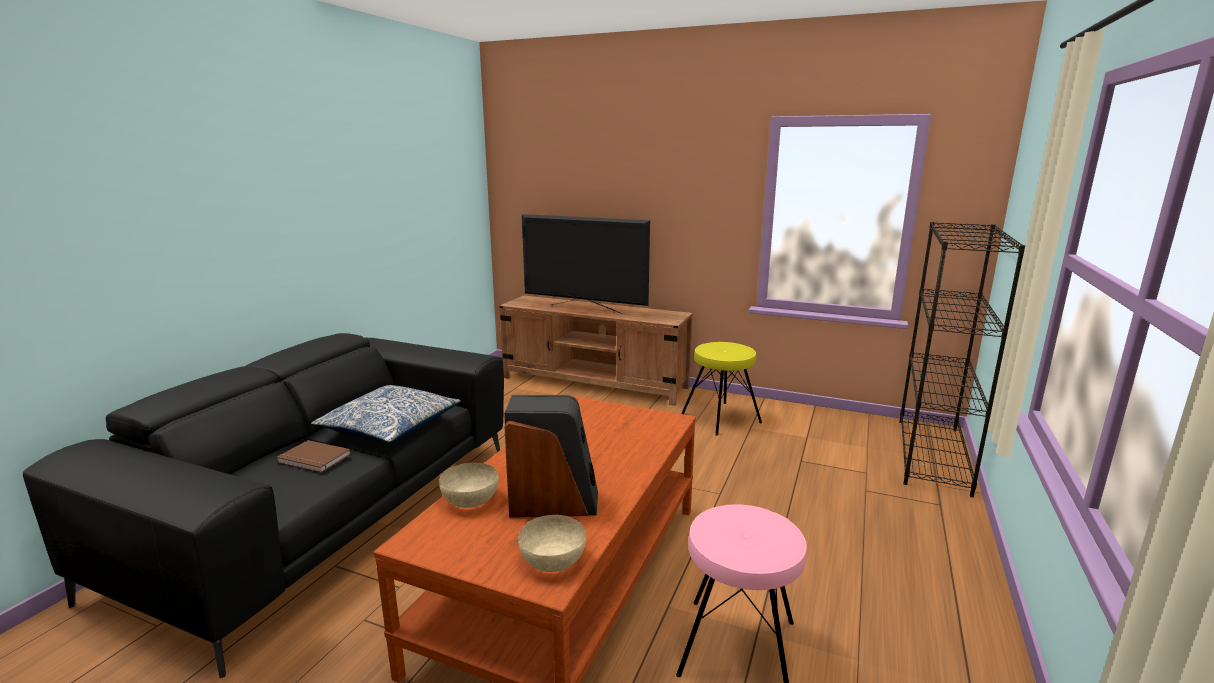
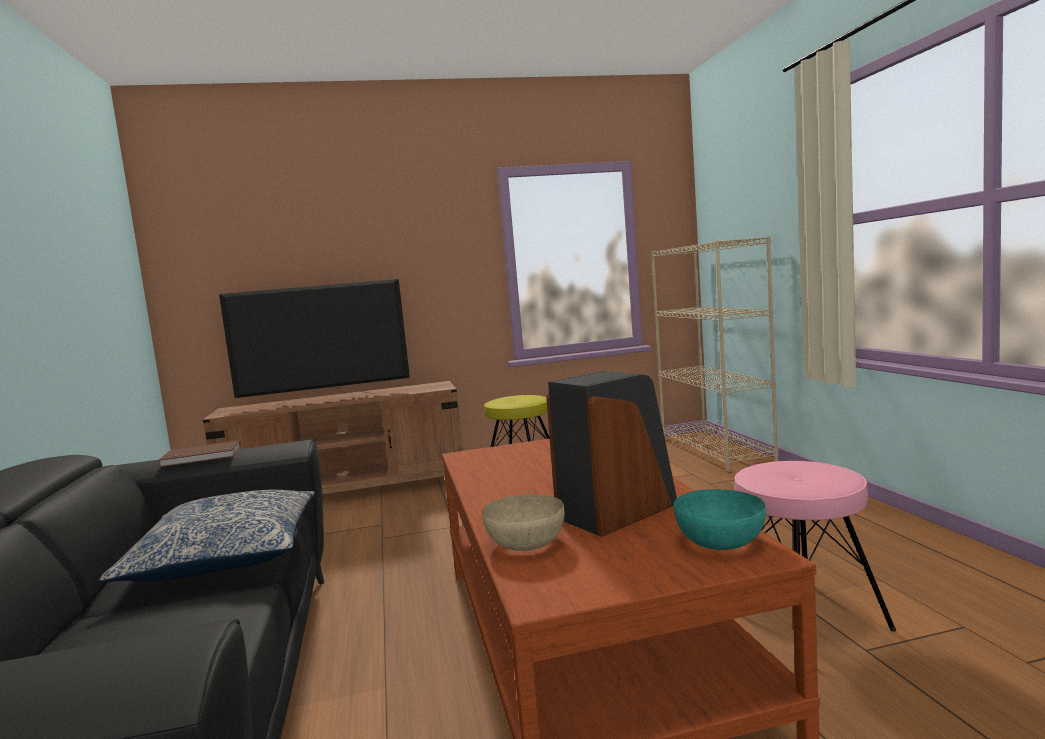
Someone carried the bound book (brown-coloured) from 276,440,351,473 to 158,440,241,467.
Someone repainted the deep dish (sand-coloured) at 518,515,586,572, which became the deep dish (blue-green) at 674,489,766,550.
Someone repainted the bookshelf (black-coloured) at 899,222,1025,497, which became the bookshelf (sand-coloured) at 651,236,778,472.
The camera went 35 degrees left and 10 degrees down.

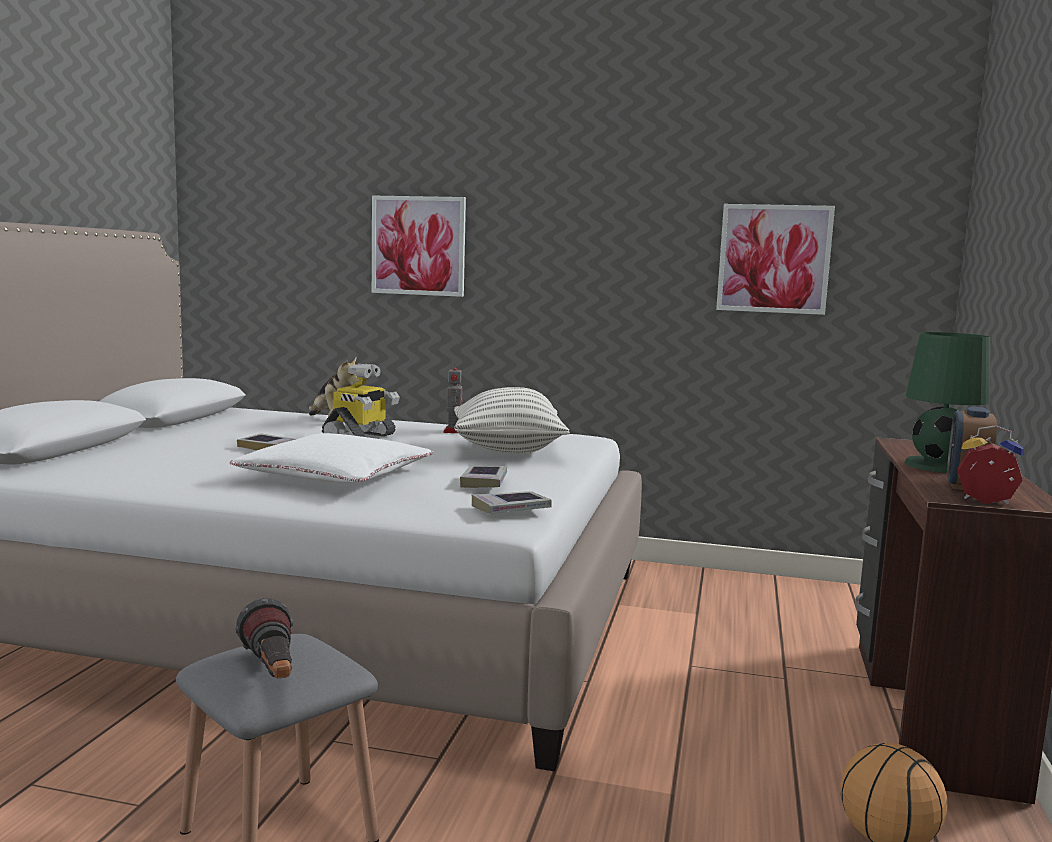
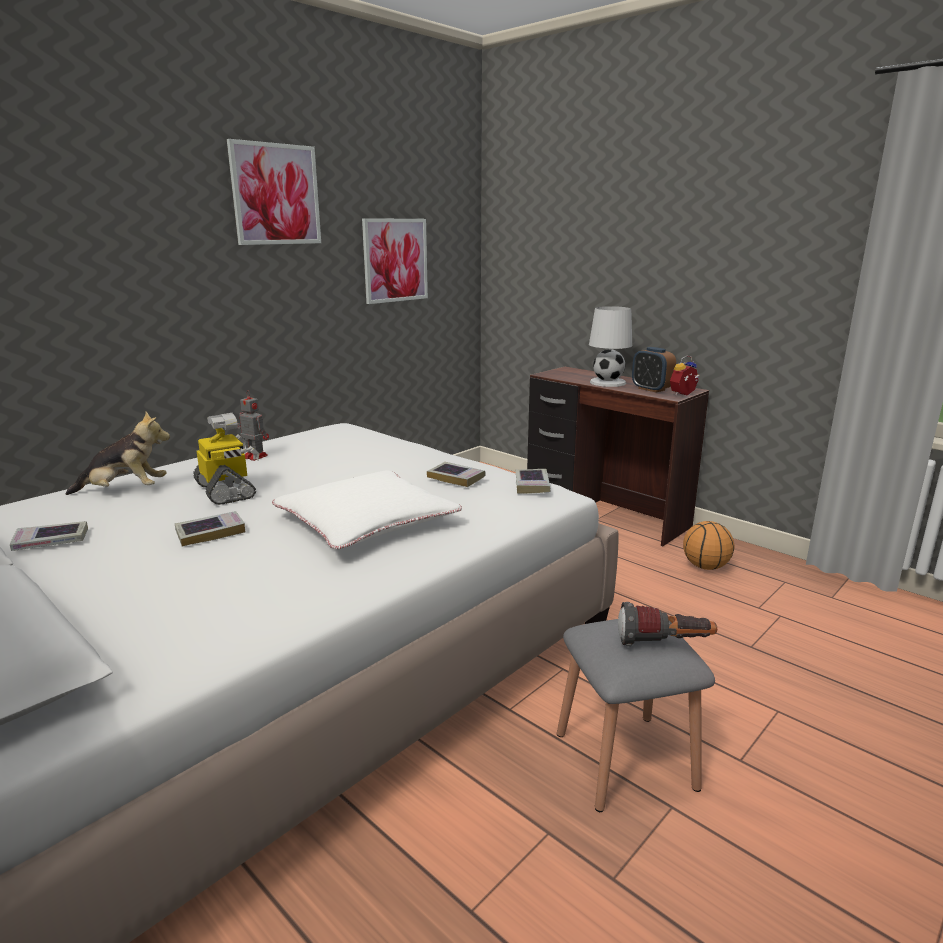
Someone carried the wall art from 372,195,466,297 to 227,139,321,245.
Someone took away the cushion at 454,387,570,454.
Someone repainted the table lamp (green-coloured) at 904,332,990,473, which became the table lamp (whitish) at 589,306,632,387.
Someone put down the bound book at 10,521,88,551.
The camera went 60 degrees left and 10 degrees up.

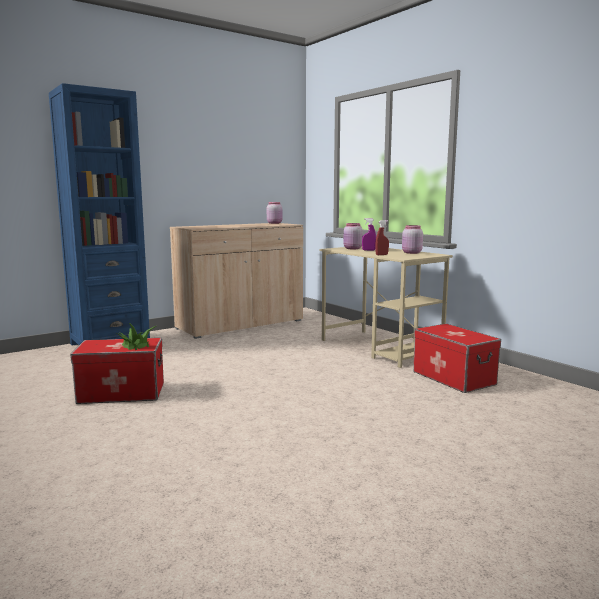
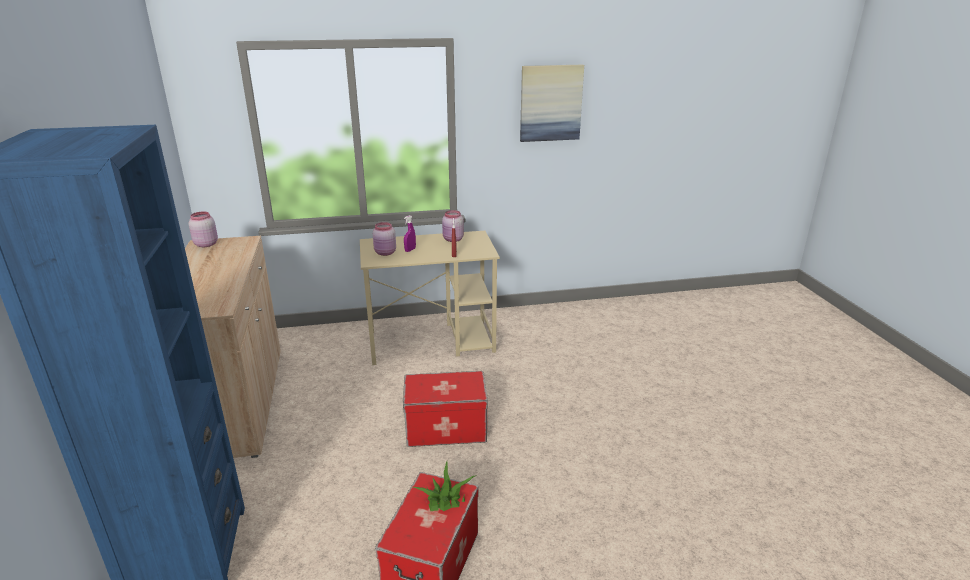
Someone carried the storage box from 413,324,501,393 to 403,371,488,447.
Someone put up the wall art at 520,65,584,142.
The camera went 65 degrees left and 15 degrees up.

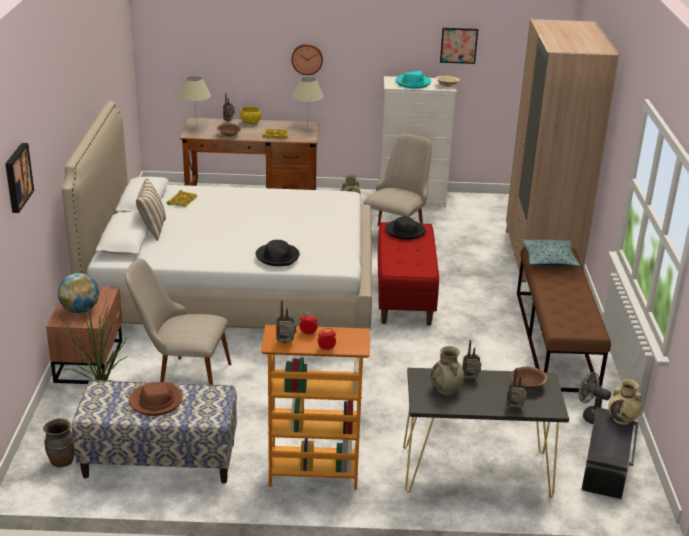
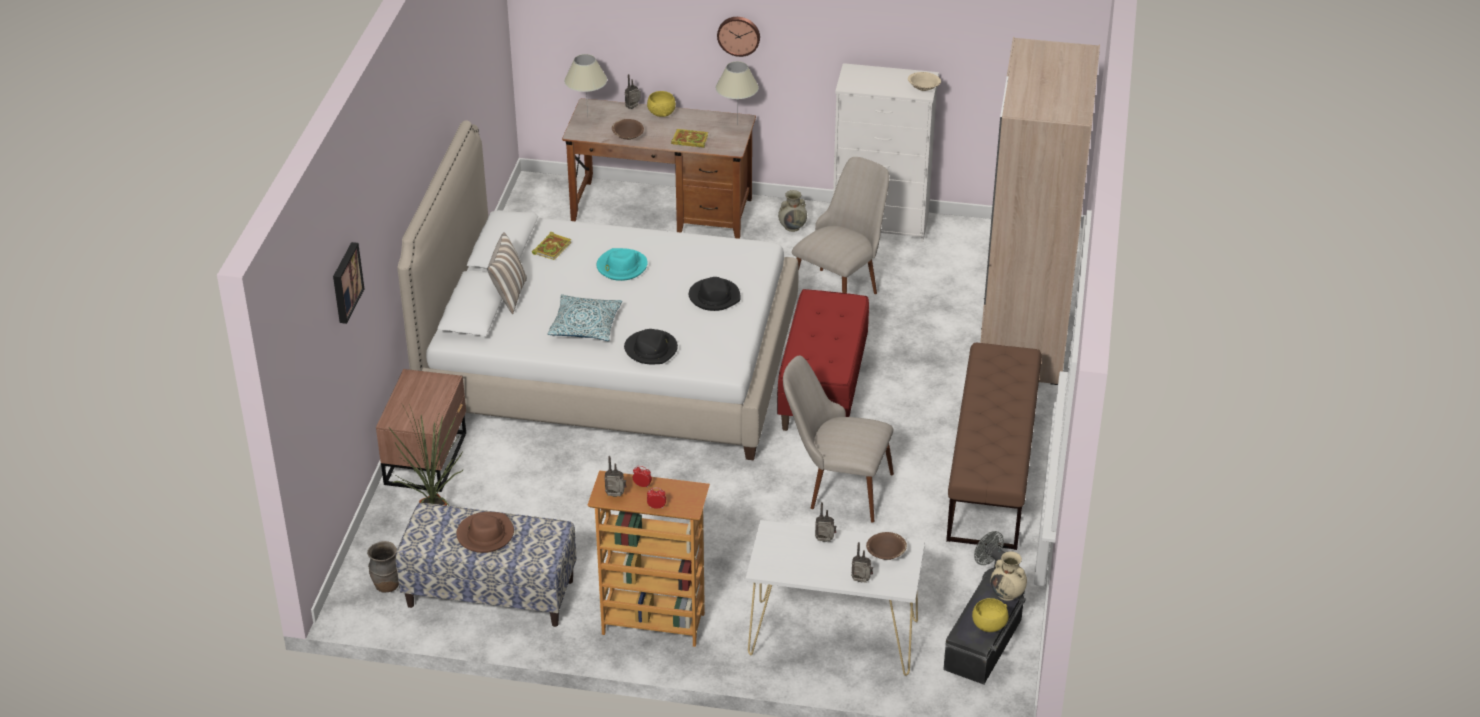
Someone took away the globe at 58,273,99,313.
Someone carried the upright chair (sand-coloured) from 125,259,231,385 to 783,356,894,523.
Someone carried the wearable hat (black-coloured) from 385,216,426,240 to 689,277,741,311.
Someone carried the wearable hat (blue-green) from 396,71,431,89 to 597,248,648,281.
Someone repainted the narrow table (black-coloured) at 403,368,569,498, which became the narrow table (whitish) at 746,520,925,676.
Someone took away the vase (sand-coloured) at 431,346,465,395.
Someone took away the wall art at 440,28,478,64.
Someone carried the cushion from 521,239,580,266 to 548,294,622,341.
Someone put down the deep dish (yellow) at 972,598,1008,632.
The camera went 10 degrees right and 10 degrees up.

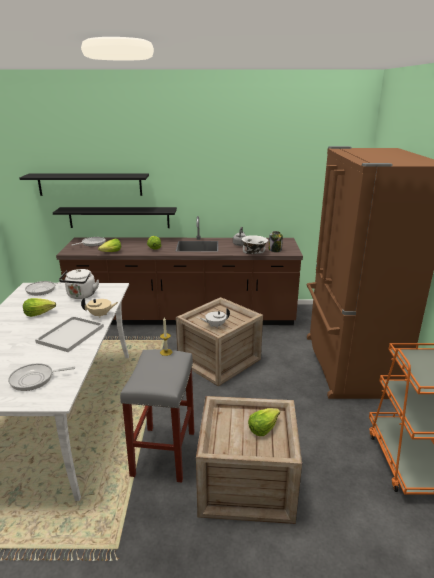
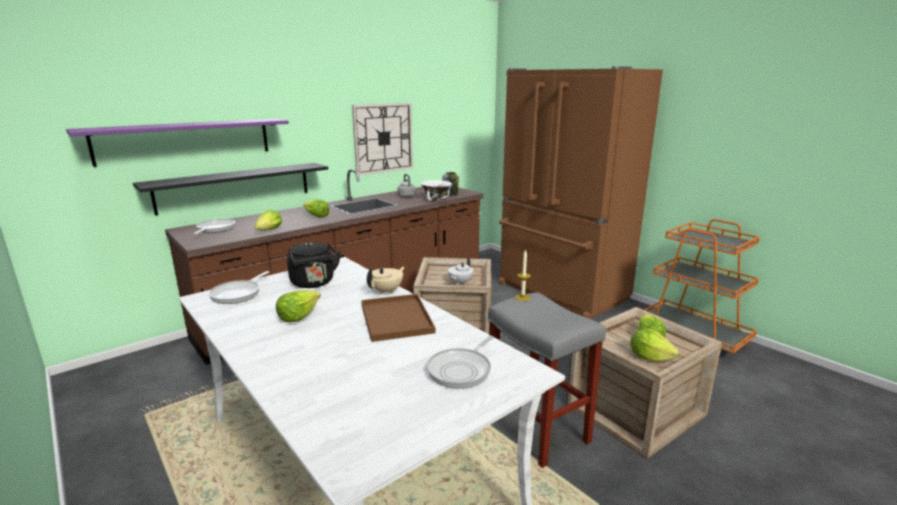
Someone repainted the wall shelf (black-coloured) at 19,174,149,196, which became the wall shelf (purple) at 66,118,289,167.
Someone repainted the carrying tray (whitish) at 35,316,104,352, which became the carrying tray (brown-coloured) at 361,294,436,342.
Someone repainted the tea kettle (whitish) at 59,269,99,299, which became the tea kettle (black-coloured) at 287,242,341,288.
Someone put up the clock on the wall at 352,103,413,176.
Someone put down the head of lettuce at 630,328,680,362.
The camera went 40 degrees left and 5 degrees down.

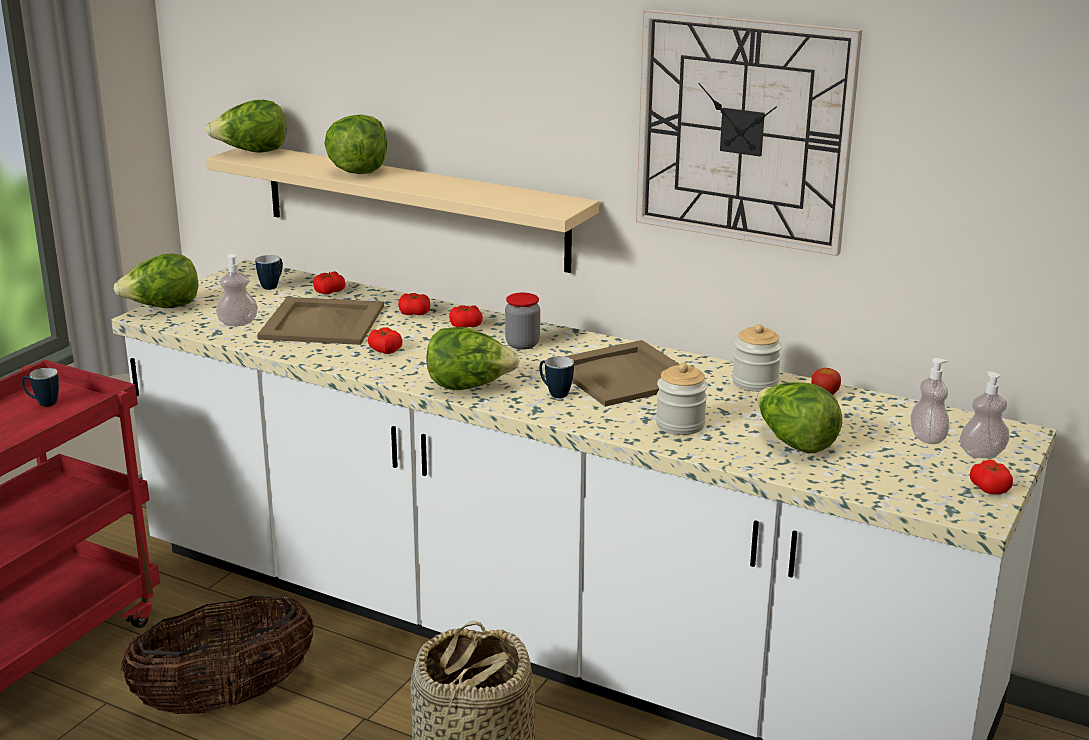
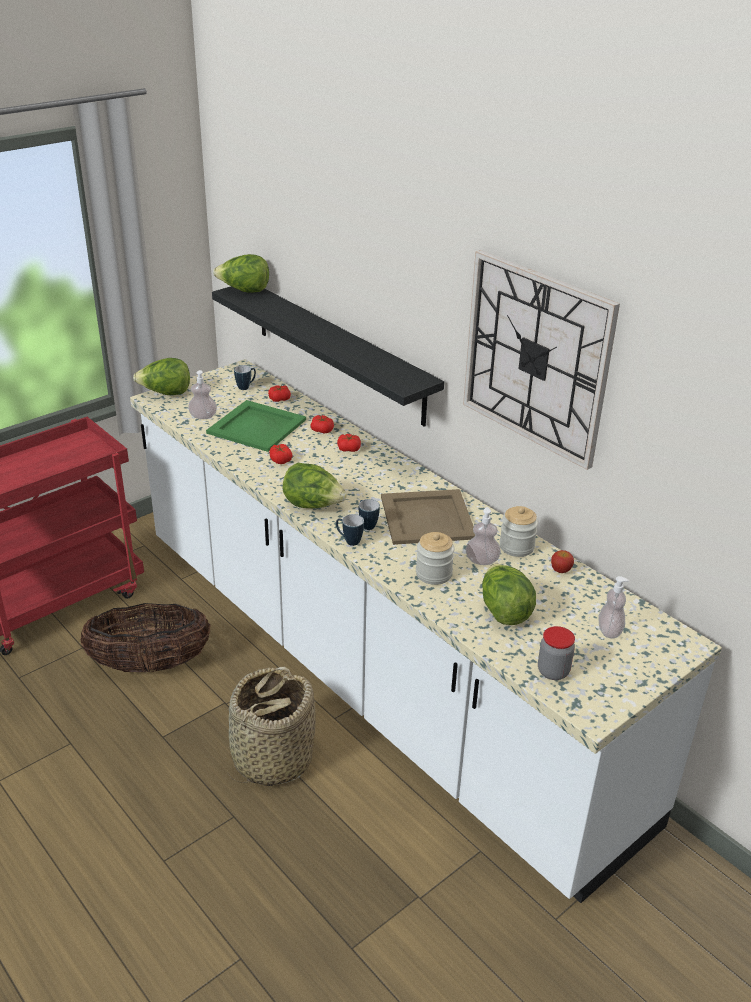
Someone carried the tea mug from 22,368,59,407 to 336,514,364,546.
Someone repainted the wall shelf (sand-coloured) at 206,148,599,273, which became the wall shelf (black-coloured) at 212,287,444,427.
Someone repainted the carrying tray (sand-coloured) at 257,297,384,345, which became the carrying tray (green-coloured) at 206,400,306,452.
Someone took away the head of lettuce at 324,114,387,174.
Someone carried the storage jar from 505,293,540,349 to 538,626,575,680.
Someone carried the soap dispenser from 960,371,1010,458 to 466,507,501,565.
Someone took away the tomato at 970,460,1013,495.
The camera went 20 degrees right and 10 degrees up.

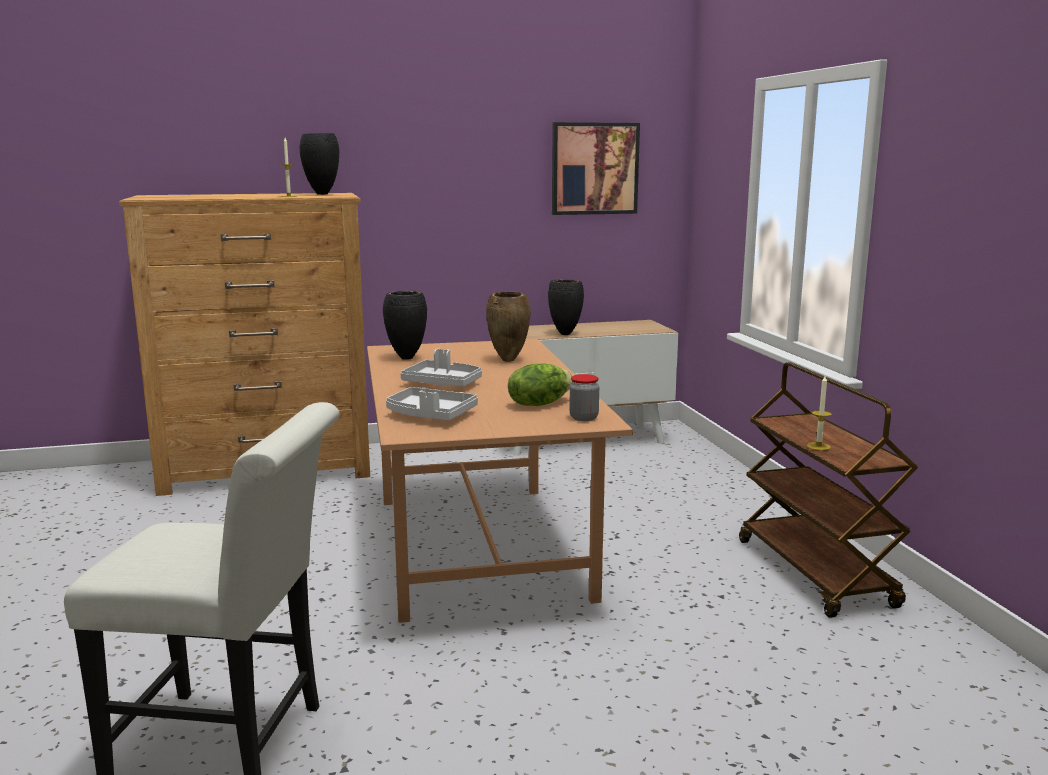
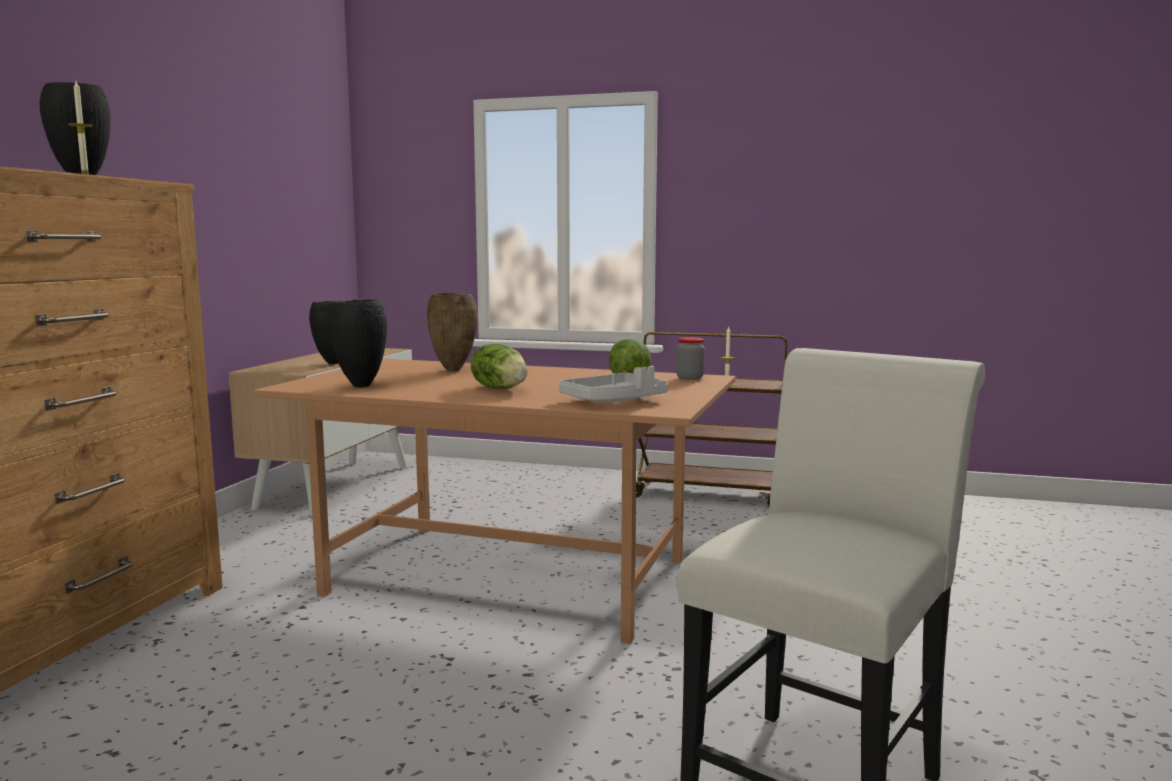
Someone swapped the carrying tray (grey) at 401,349,482,387 for the head of lettuce at 471,343,528,389.
Someone took away the wall art at 552,122,640,215.
The camera went 60 degrees left and 5 degrees down.

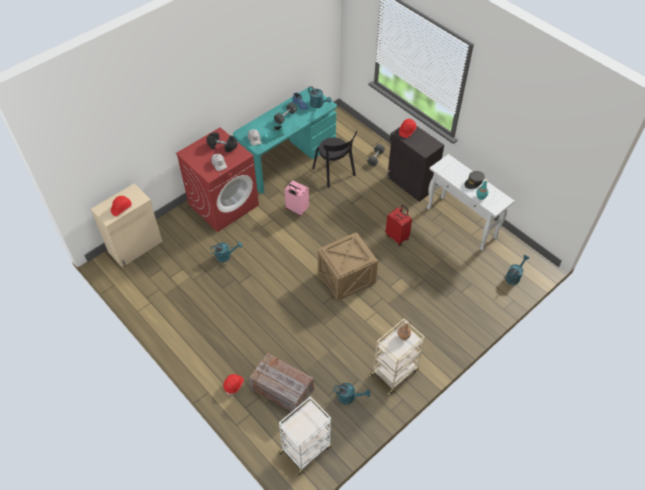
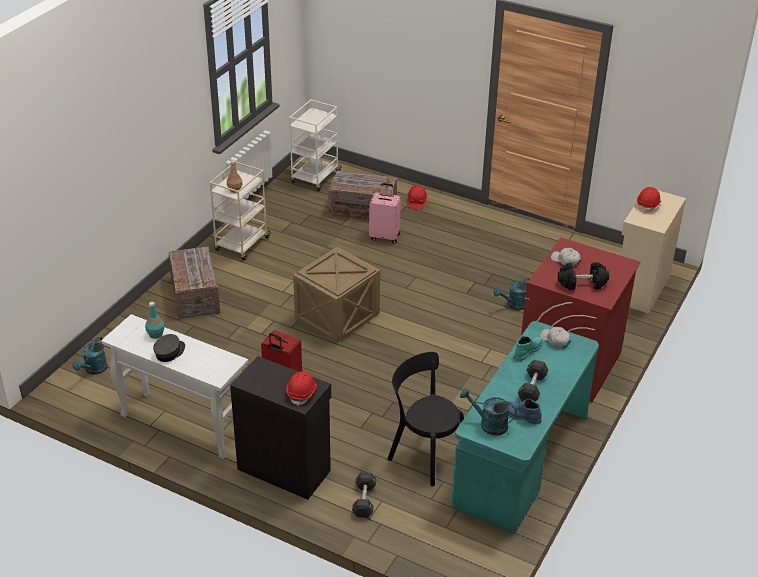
Someone carried the travel case (pinkish) from 284,180,309,216 to 369,183,401,244.
Someone took away the watering can (blue-green) at 334,383,370,405.
Someone put down the packing crate at 168,247,220,320.
The camera went 160 degrees right and 15 degrees down.

